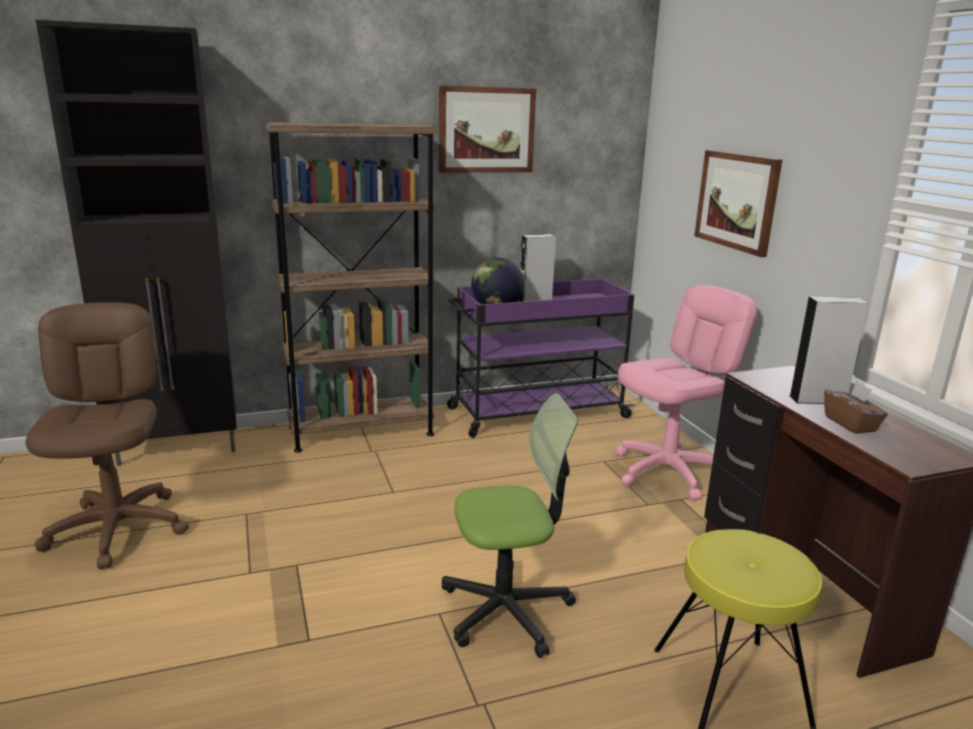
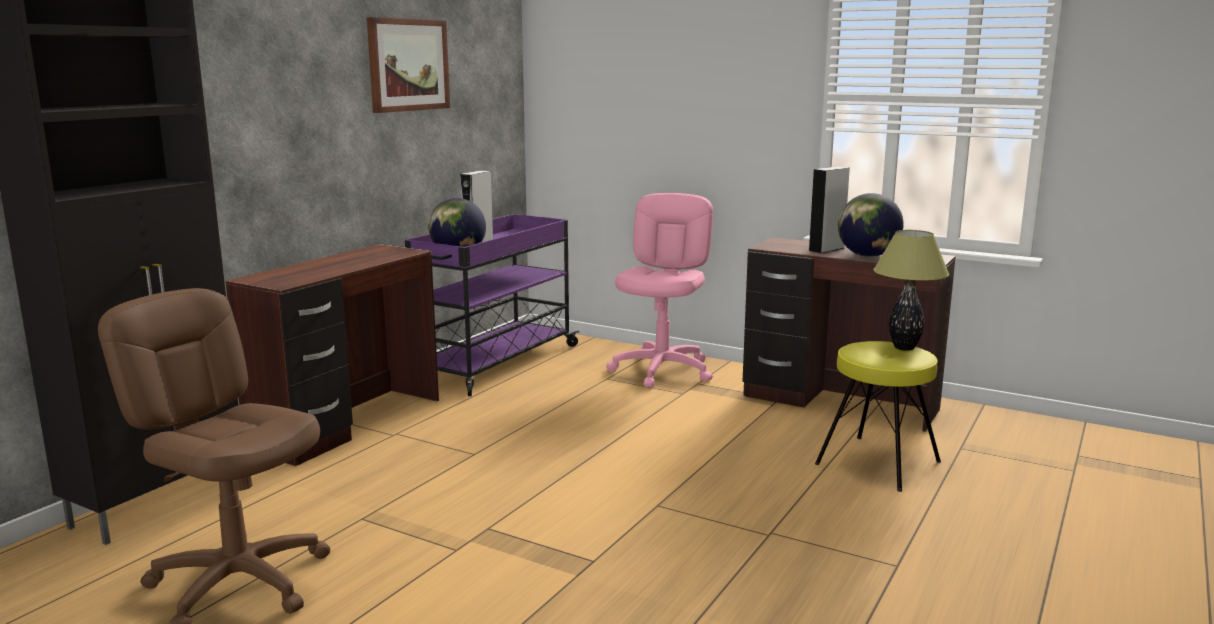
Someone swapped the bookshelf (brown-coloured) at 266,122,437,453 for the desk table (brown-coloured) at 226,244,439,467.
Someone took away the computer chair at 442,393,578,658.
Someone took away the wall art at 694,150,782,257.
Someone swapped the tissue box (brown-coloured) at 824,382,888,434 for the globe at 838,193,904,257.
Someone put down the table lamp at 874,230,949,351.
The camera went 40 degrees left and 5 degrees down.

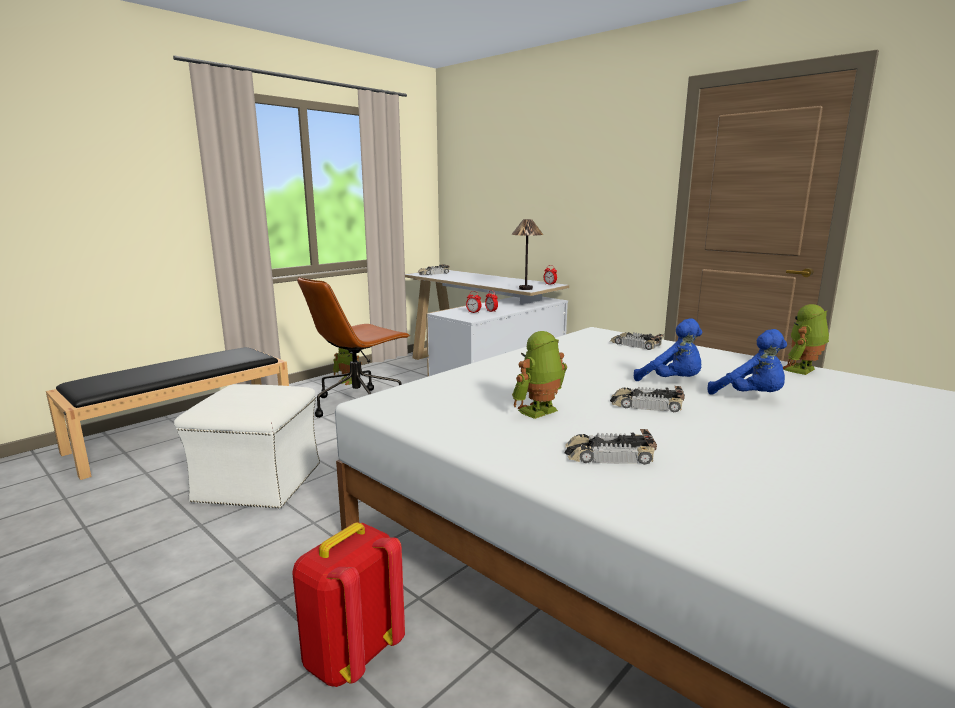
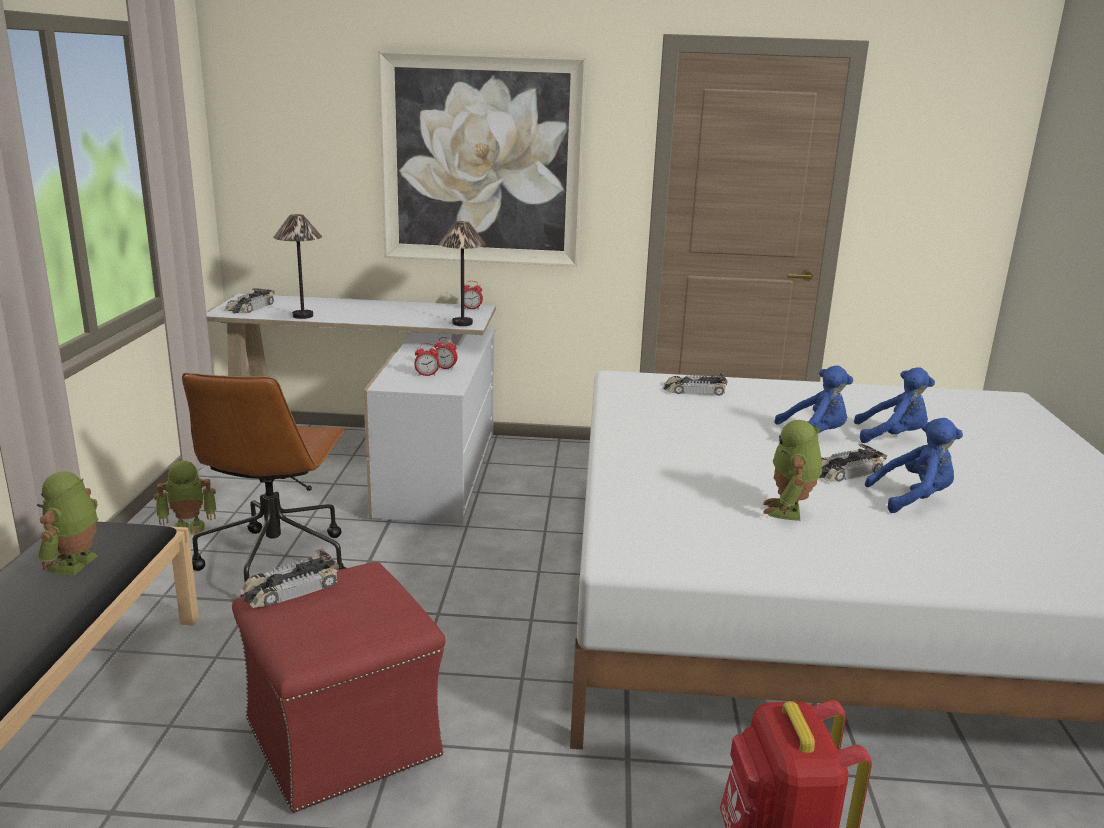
Someone repainted the pouffe (whitish) at 174,384,320,509, which became the pouffe (red) at 232,562,445,813.
Someone carried the toy car from 564,429,657,465 to 240,549,339,608.
Someone carried the model robot from 783,304,829,375 to 37,471,98,575.
Someone put down the table lamp at 273,214,322,319.
Someone put up the wall art at 378,51,586,267.
Someone put down the cuddly toy (bluish) at 865,418,963,513.
The camera went 40 degrees left and 5 degrees up.

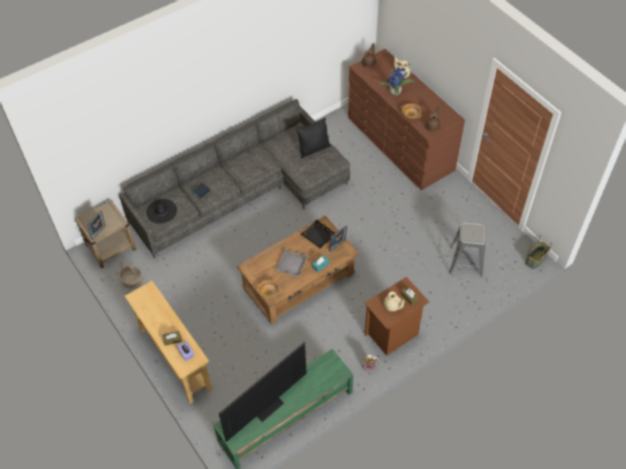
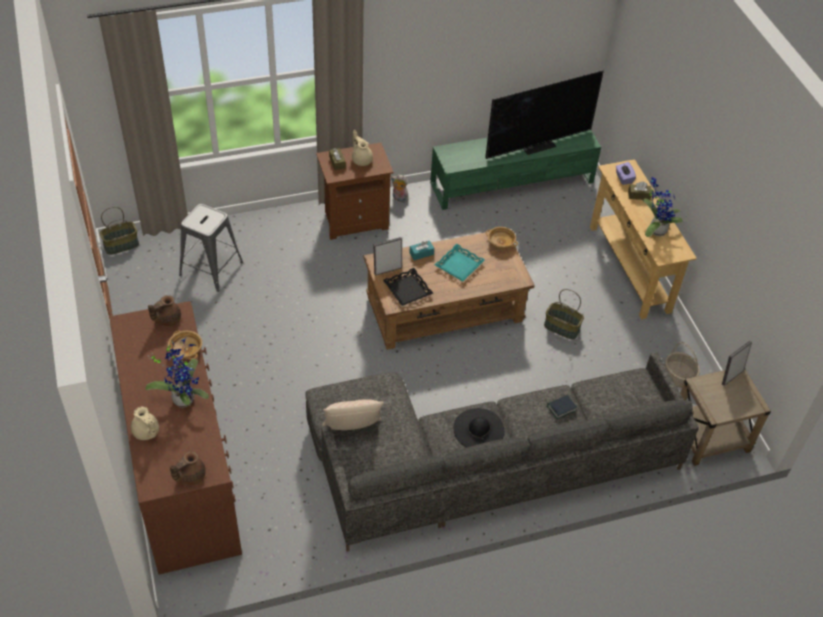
Someone carried the wearable hat (black-coloured) from 146,199,177,223 to 454,408,504,447.
Someone repainted the carrying tray (grey) at 275,249,308,277, which became the carrying tray (blue-green) at 434,244,485,281.
Someone repainted the cushion (black-coloured) at 296,117,331,158, which became the cushion (sand-coloured) at 322,399,384,430.
Someone put down the storage basket at 544,289,584,340.
Someone put down the plant in a pot at 643,177,682,237.
The camera went 165 degrees left and 5 degrees down.

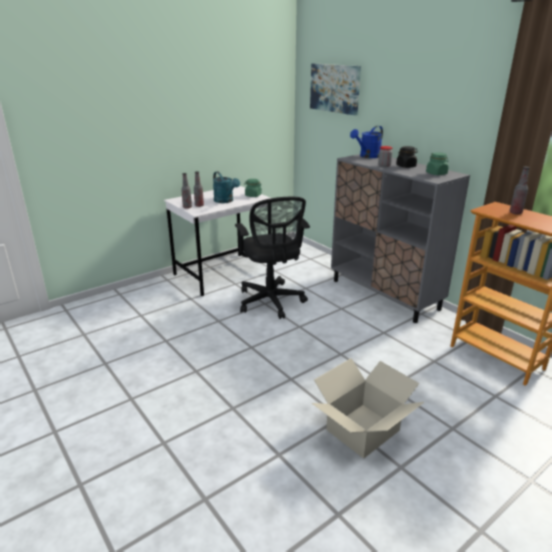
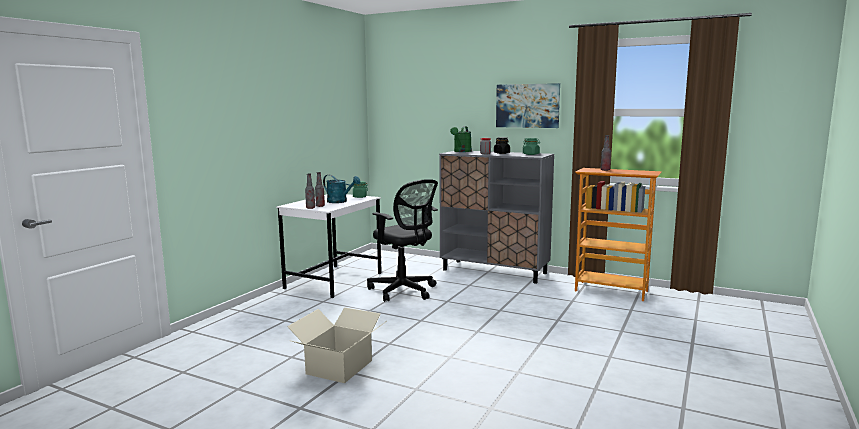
Someone carried the wall art from 310,63,361,115 to 496,83,560,128.
Someone carried the carton from 312,358,424,459 to 287,308,387,383.
Someone repainted the watering can (bluish) at 350,126,383,158, which became the watering can (green-coloured) at 450,126,472,152.
The camera went 25 degrees left and 15 degrees down.

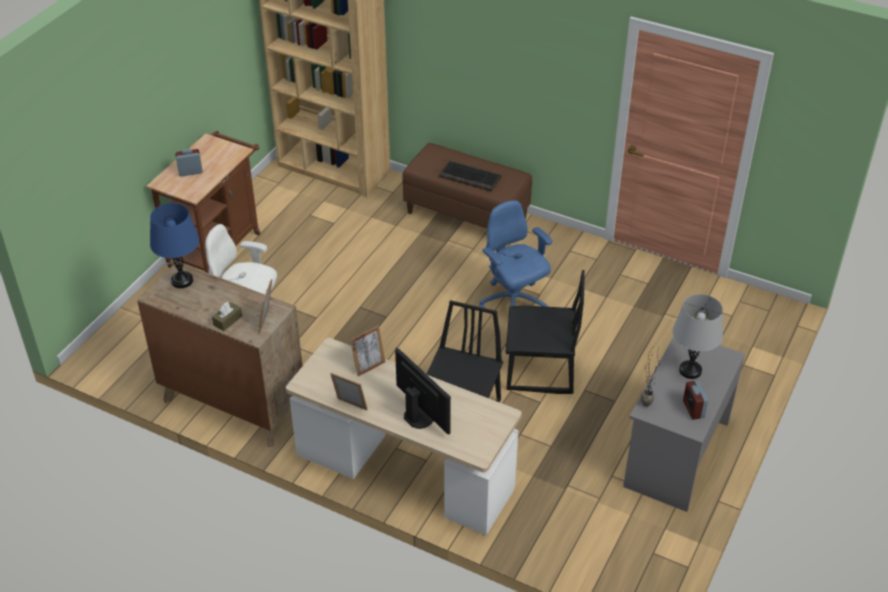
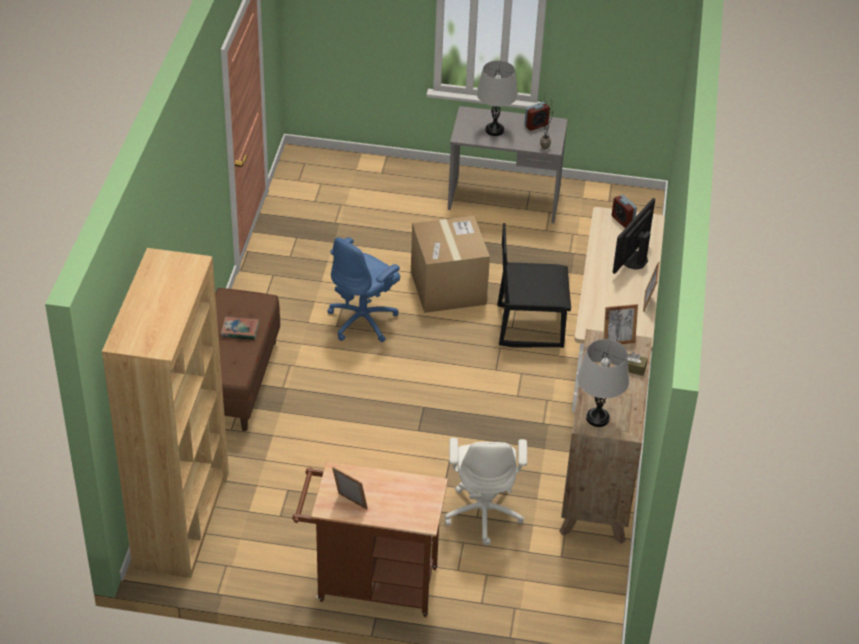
Someone repainted the table lamp (bluish) at 150,203,199,288, which became the table lamp (grey) at 577,339,629,427.
Someone carried the table clock from 175,149,203,177 to 612,195,637,228.
Someone carried the picture frame from 350,326,385,376 to 332,467,368,510.
Someone swapped the PC keyboard at 440,161,501,192 for the bound book at 221,317,259,340.
Someone swapped the upright chair (black-coloured) at 506,270,585,394 for the carton at 411,216,490,313.
The camera went 110 degrees left and 0 degrees up.

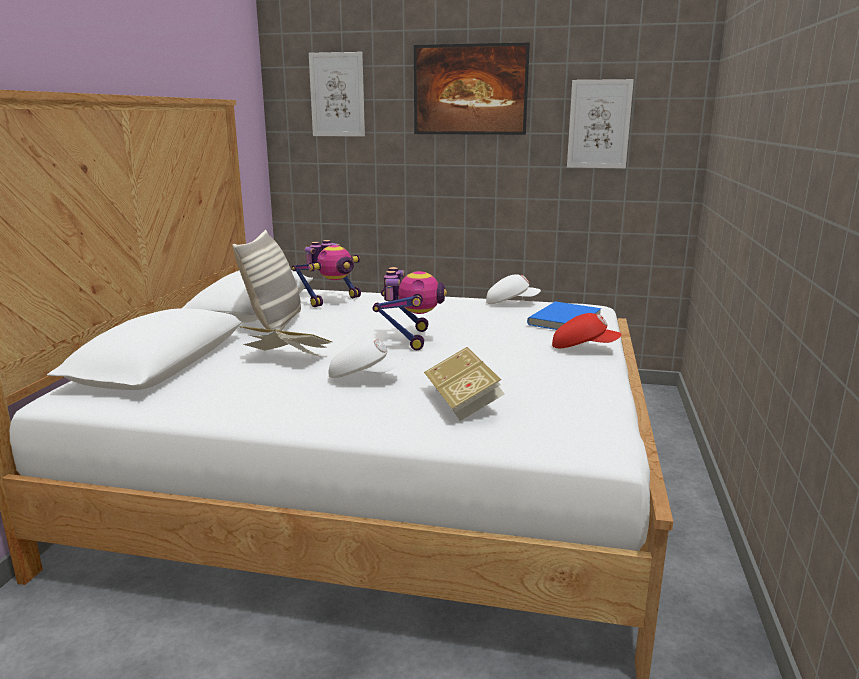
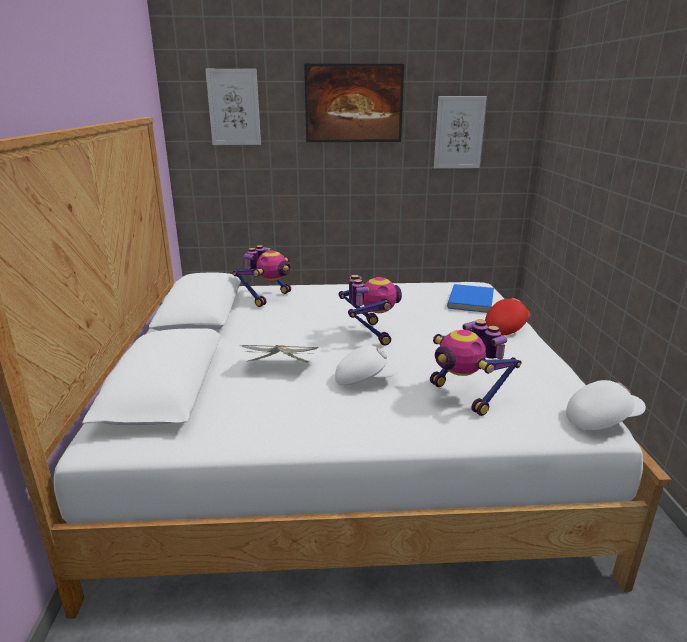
Someone took away the cushion at 232,230,301,331.
Someone swapped the bound book at 424,347,505,421 for the model robot at 430,319,521,416.
Someone carried the peaked cap (whitish) from 486,274,541,304 to 566,380,646,430.
Someone rotated the peaked cap (red) at 552,313,622,348 by 45 degrees counterclockwise.
The camera went 15 degrees left and 5 degrees up.

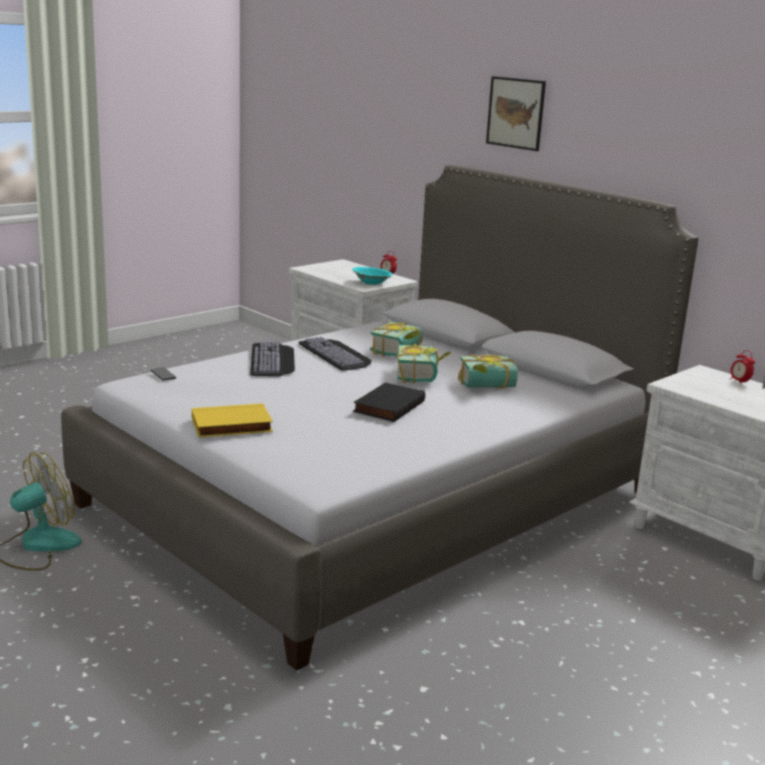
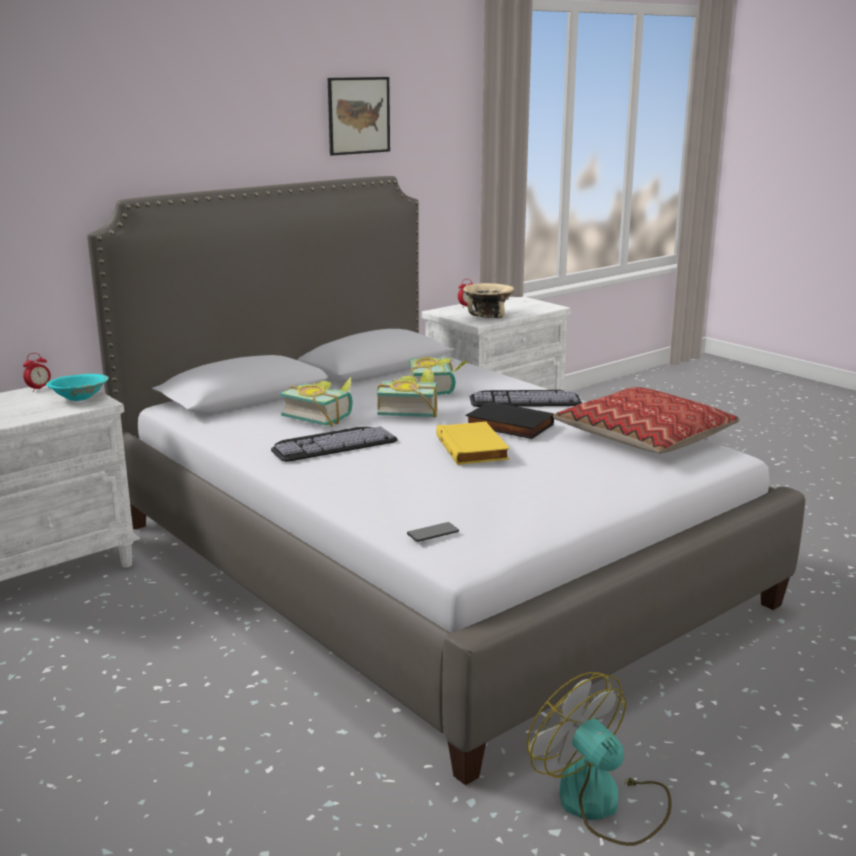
Someone carried the bound book (yellow) from 192,403,273,437 to 436,422,510,465.
Someone carried the PC keyboard from 250,341,295,377 to 470,390,582,407.
Someone carried the wall art from 486,76,546,151 to 328,77,390,156.
Someone put down the deep dish (sand-coloured) at 463,283,514,318.
Someone put down the cushion at 553,387,740,453.
The camera went 85 degrees left and 0 degrees up.

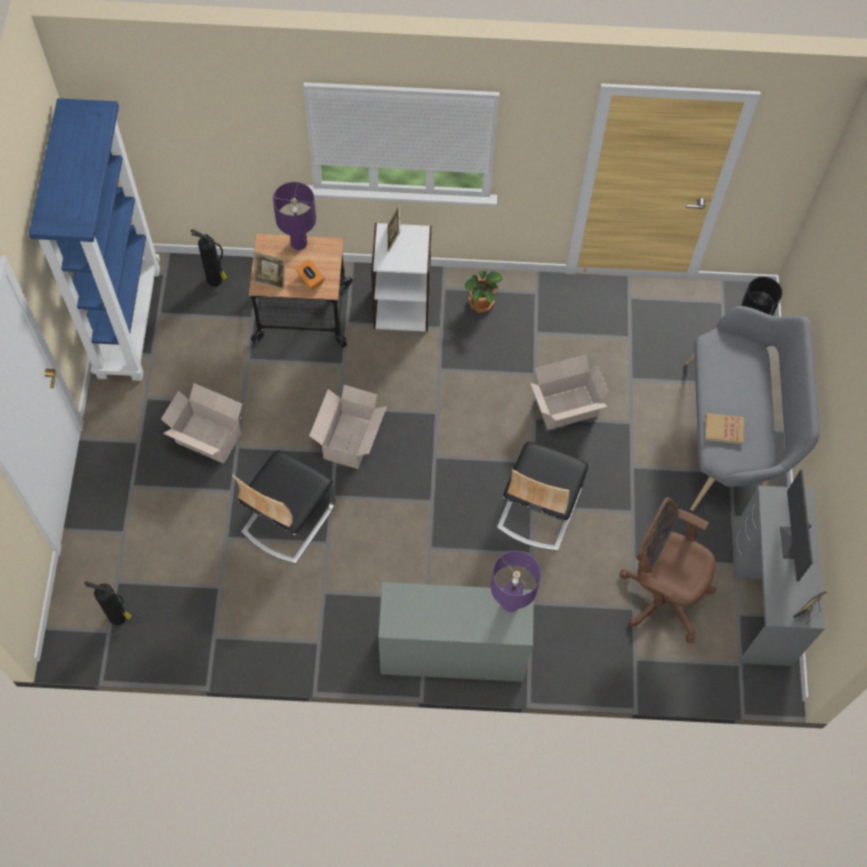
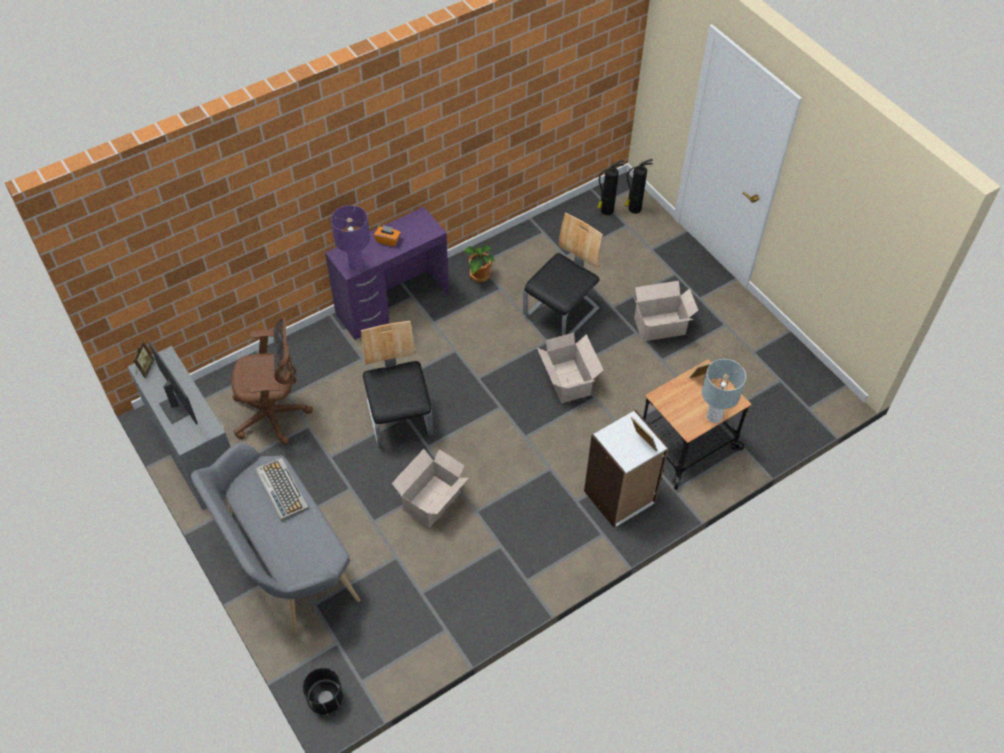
Someone took away the bookshelf (bluish) at 29,98,160,381.
Someone carried the extinguisher from 191,229,227,287 to 625,159,653,214.
Someone rotated the upright chair at 232,450,336,564 by 45 degrees clockwise.
Someone repainted the table lamp (purple) at 273,182,316,250, which became the table lamp (grey) at 702,359,746,423.
Someone carried the tissue box (orange) from 296,259,324,290 to 374,225,401,247.
Someone repainted the desk table (grey) at 378,582,534,682, which became the desk table (purple) at 325,207,449,340.
Someone carried the plant in a pot from 465,271,503,313 to 465,245,495,283.
Someone swapped the bound book at 705,413,744,445 for the PC keyboard at 255,458,309,522.
The camera went 145 degrees right and 10 degrees down.

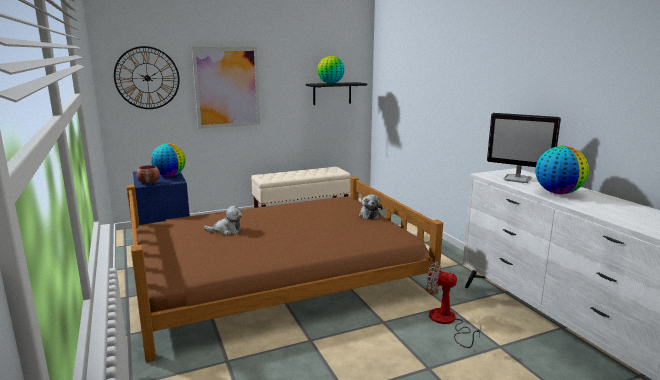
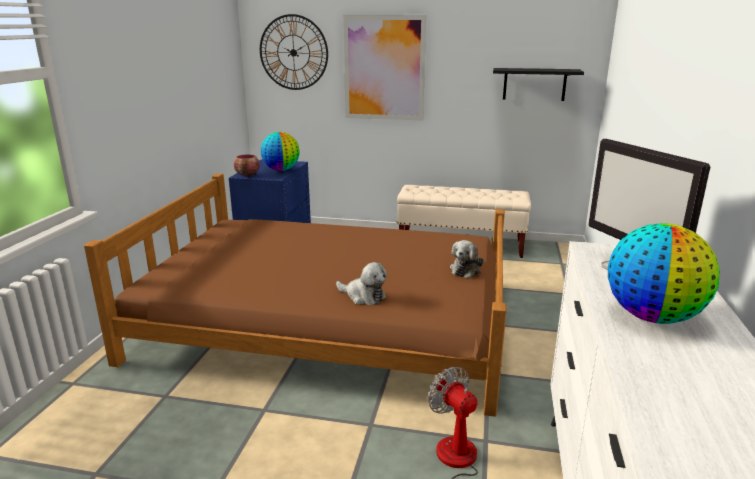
Someone carried the cuddly toy from 204,206,243,235 to 336,262,387,305.
Someone took away the globe at 317,56,345,84.
The camera went 35 degrees right and 5 degrees up.

